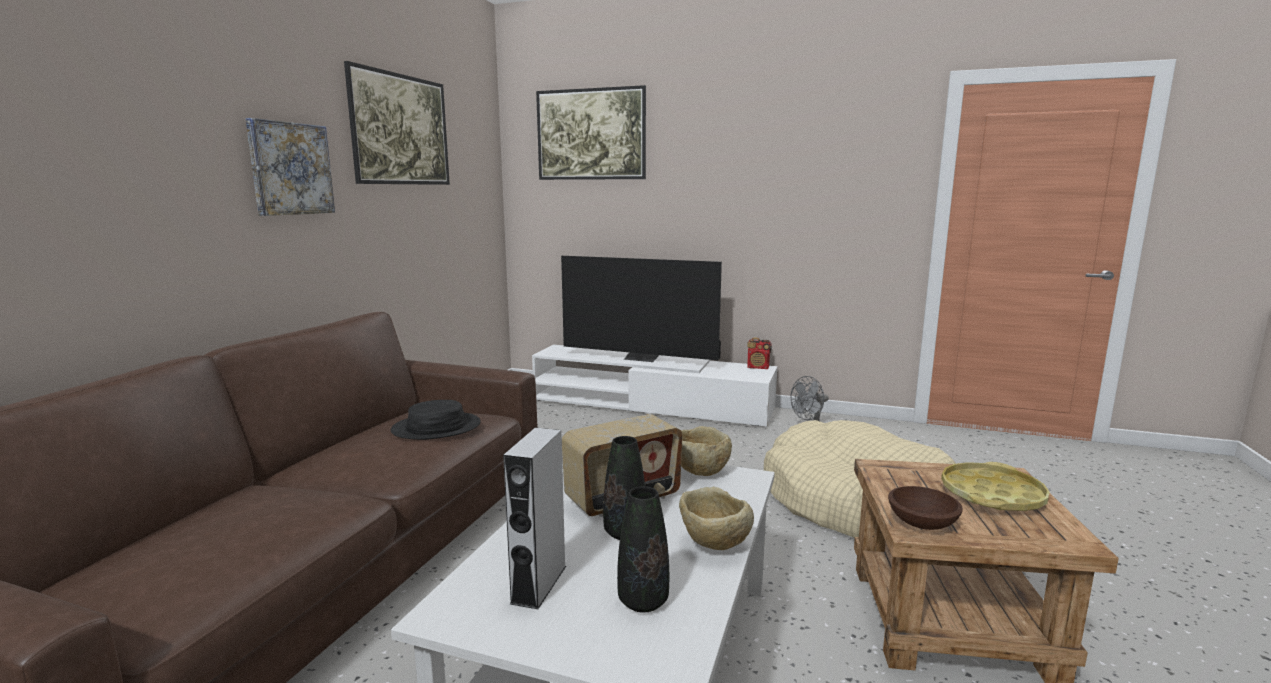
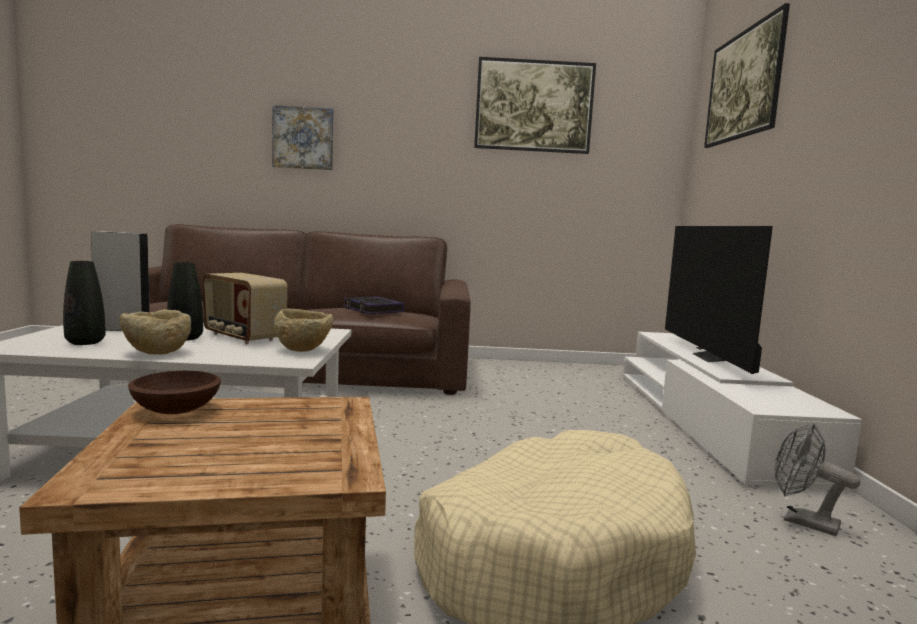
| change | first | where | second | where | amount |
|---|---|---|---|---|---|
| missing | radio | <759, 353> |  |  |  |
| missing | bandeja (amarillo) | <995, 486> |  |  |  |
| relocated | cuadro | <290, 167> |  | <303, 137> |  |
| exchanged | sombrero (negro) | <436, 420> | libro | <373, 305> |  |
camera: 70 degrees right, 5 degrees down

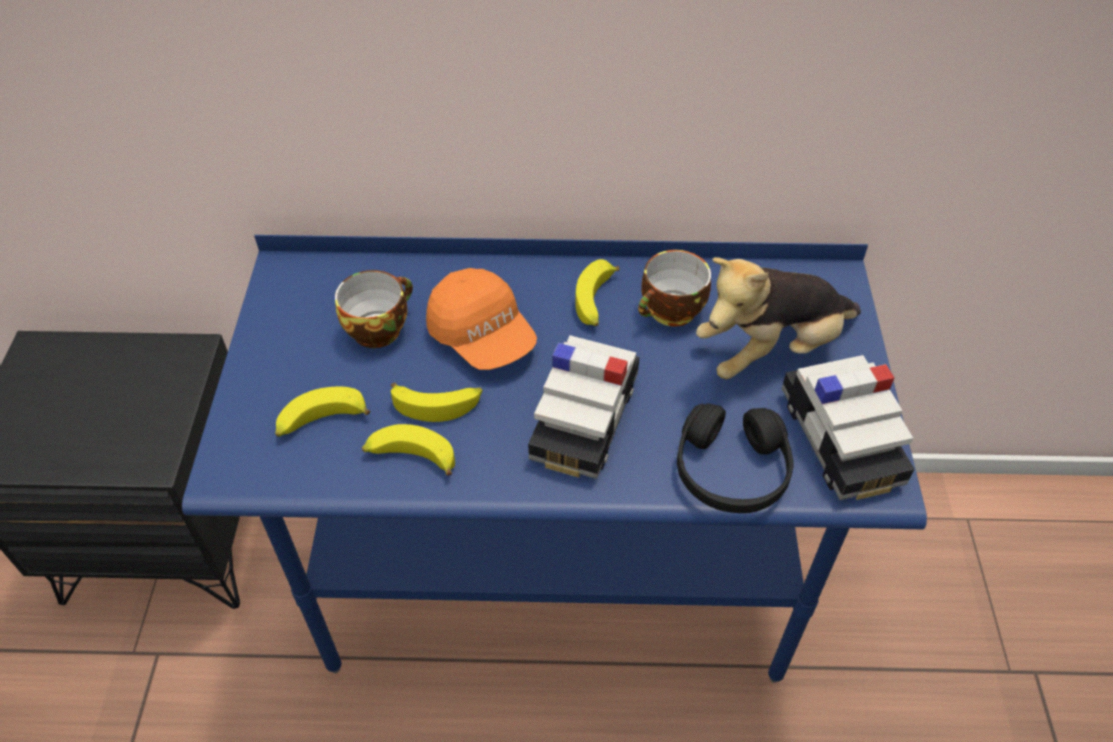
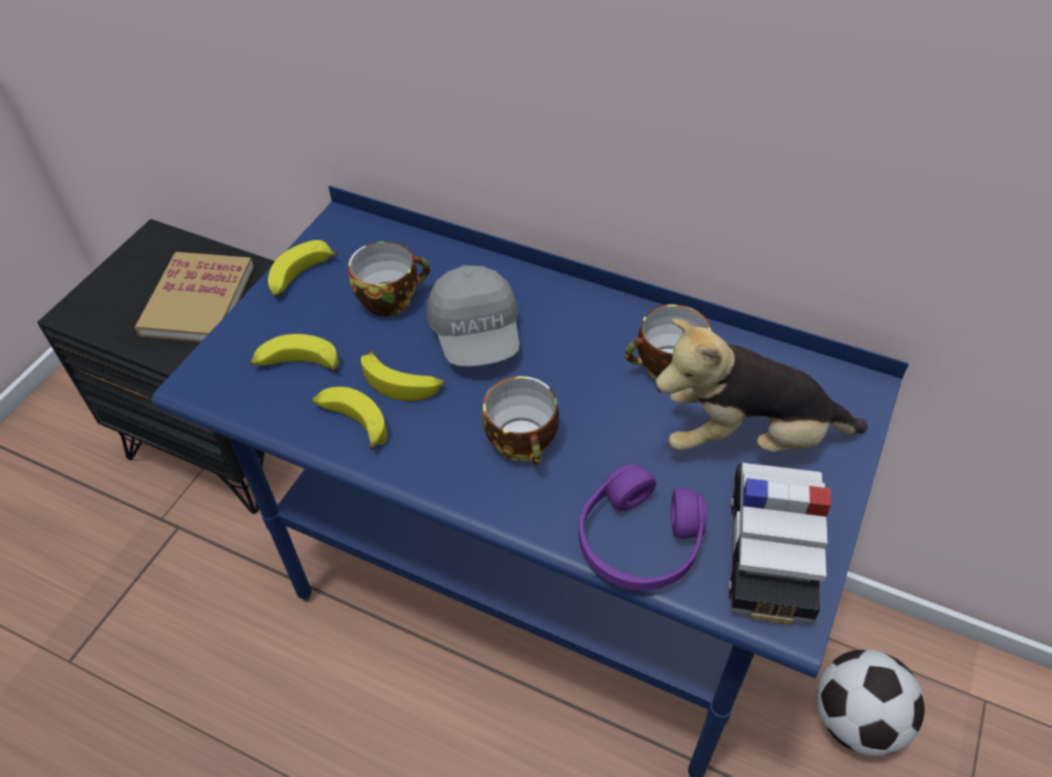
| change | first | where | second | where | amount |
|---|---|---|---|---|---|
| appeared |  |  | libro | <194, 297> |  |
| appeared |  |  | balón de fútbol | <871, 702> |  |
| relocated | plátano | <597, 292> |  | <302, 268> |  |
| exchanged | coche de juguete | <583, 407> | taza | <520, 420> |  |
| colour | gorra (naranja) | <481, 319> | gorra (gris) | <472, 316> |  |
| colour | auriculares (negro) | <735, 458> | auriculares (morado) | <643, 528> |  |
camera: 25 degrees right, 0 degrees up

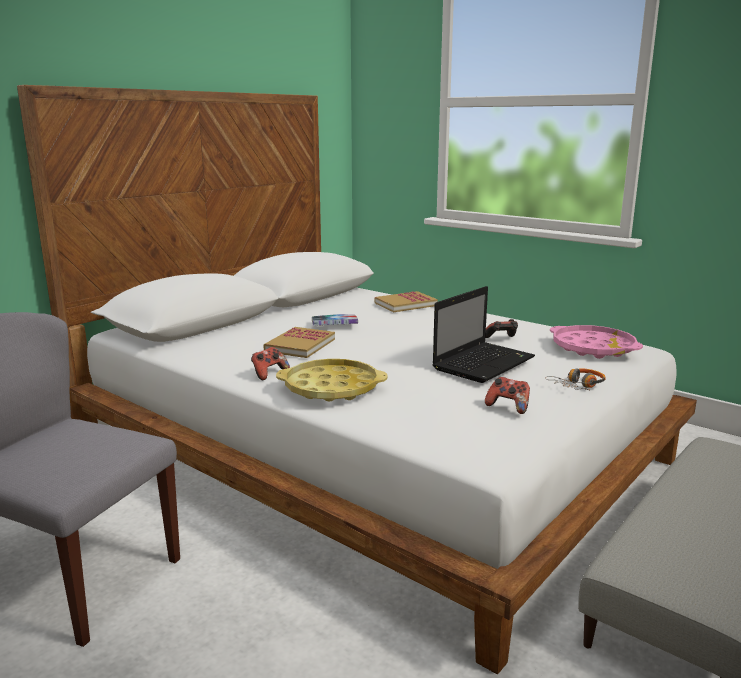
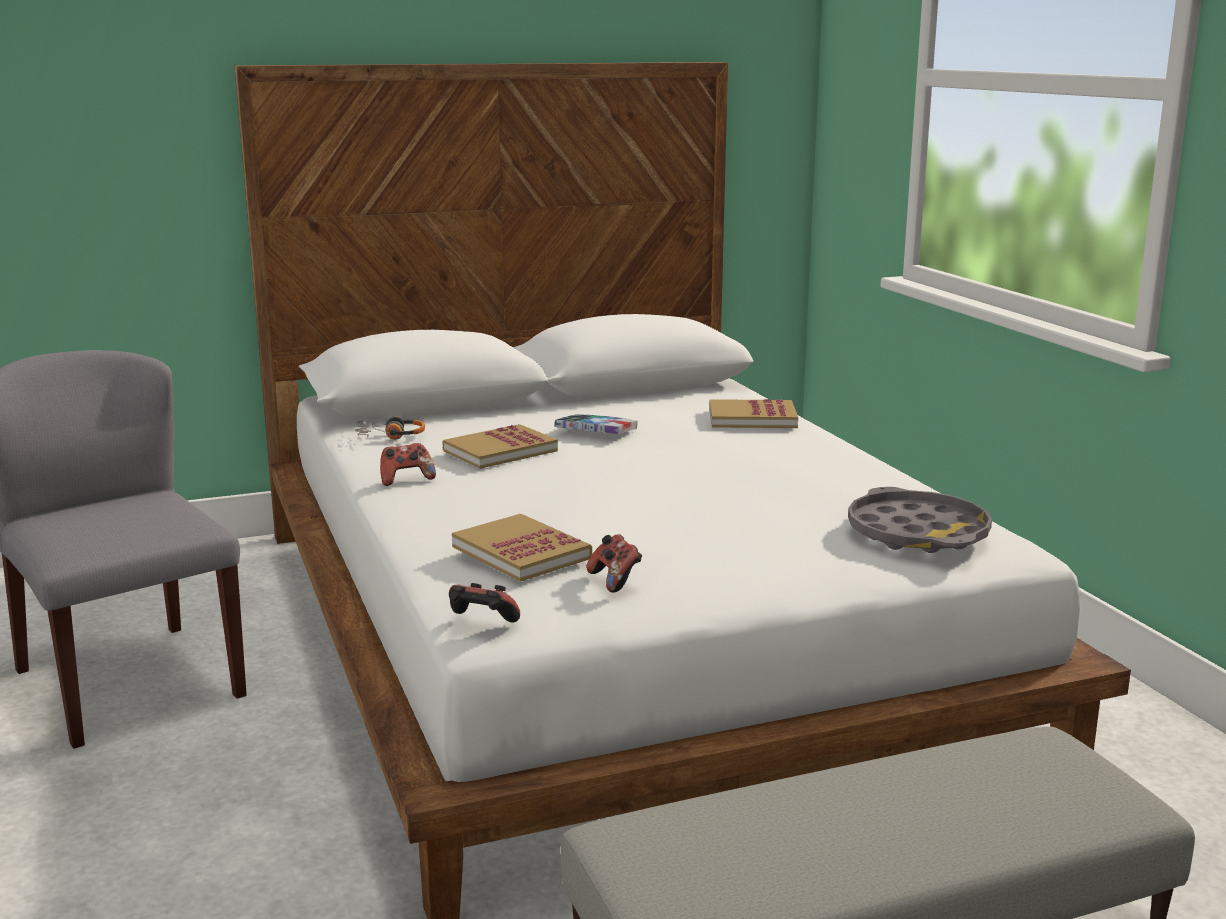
| change | first | where | second | where | amount |
|---|---|---|---|---|---|
| missing | bandeja (amarillo) | <331, 380> |  |  |  |
| missing | portátil | <483, 334> |  |  |  |
| appeared |  |  | libro | <522, 548> |  |
| relocated | mando de consola | <501, 328> |  | <484, 602> |  |
| relocated | auriculares | <575, 379> |  | <390, 428> |  |
| colour | bandeja (rosa) | <596, 342> | bandeja (gris) | <920, 520> |  |
camera: 30 degrees right, 0 degrees up

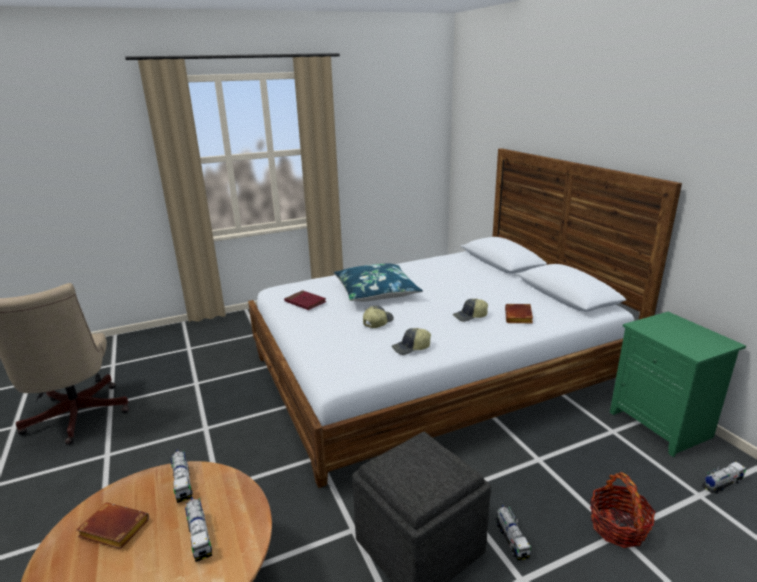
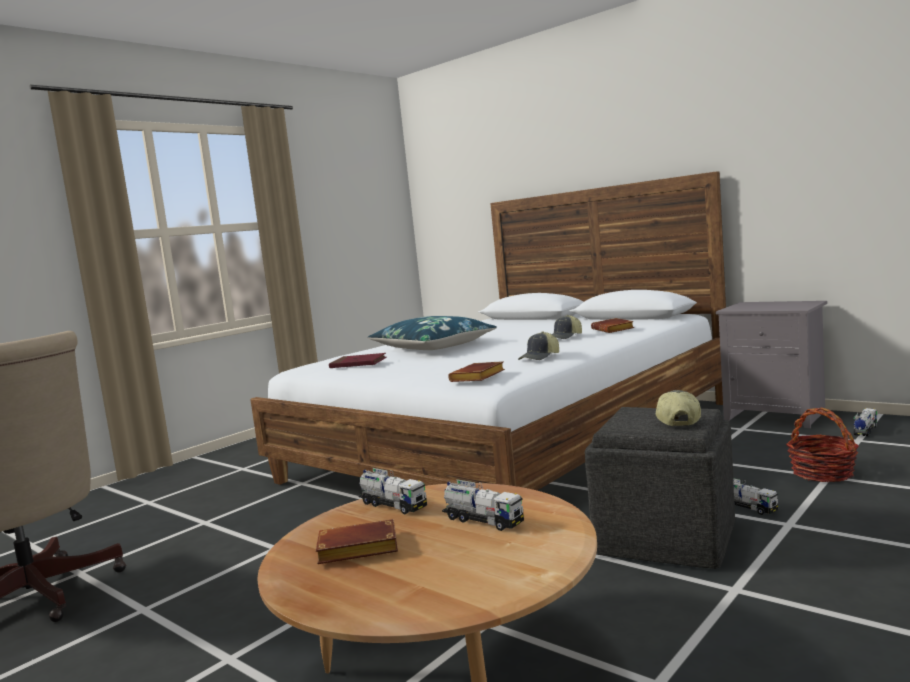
| change | first | where | second | where | amount |
|---|---|---|---|---|---|
| appeared |  |  | libro (marrón) | <476, 371> |  |
| relocated | gorra | <378, 317> |  | <678, 408> |  |
| colour | mesita de noche (verde) | <678, 384> | mesita de noche (gris) | <771, 364> |  |
camera: 25 degrees left, 15 degrees down

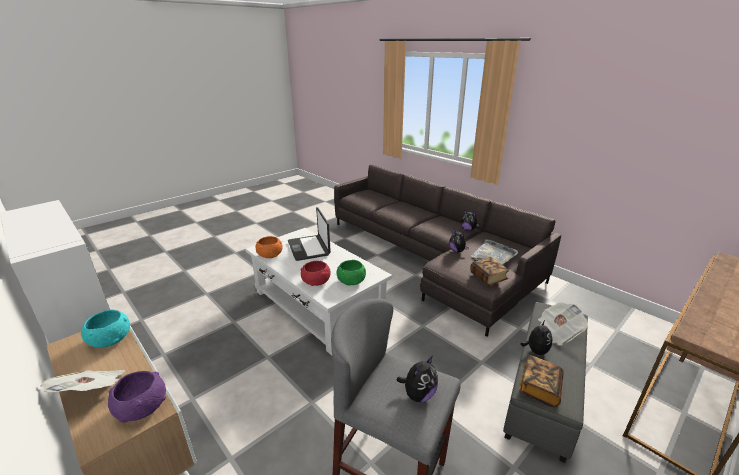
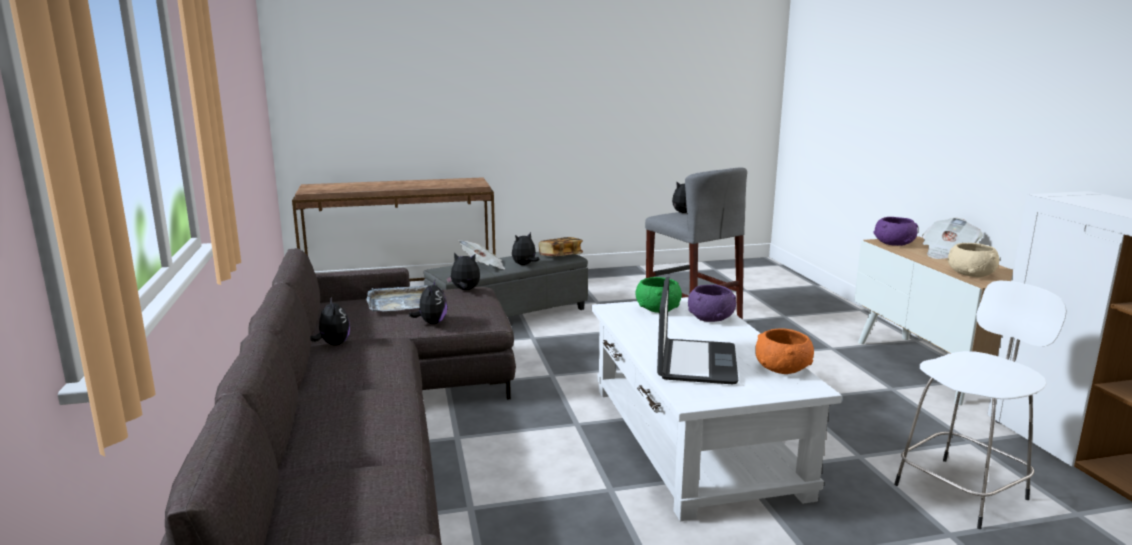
| change | first | where | second | where | amount |
|---|---|---|---|---|---|
| appeared |  |  | taburete (blanco) | <980, 405> |  |
| exchanged | libro | <489, 271> | peluche | <463, 271> |  |
| colour | cuenco (turquesa) | <105, 329> | cuenco (beis) | <973, 260> |  |
| colour | cuenco (rojo) | <315, 273> | cuenco (morado) | <712, 303> |  |
camera: 150 degrees left, 10 degrees down

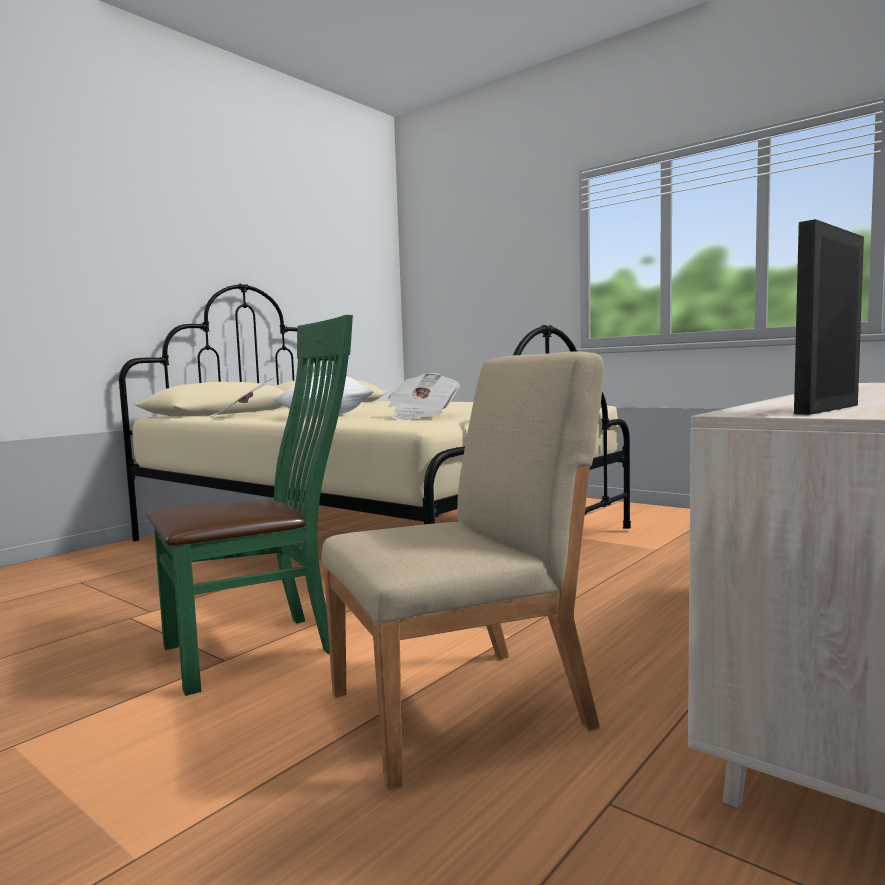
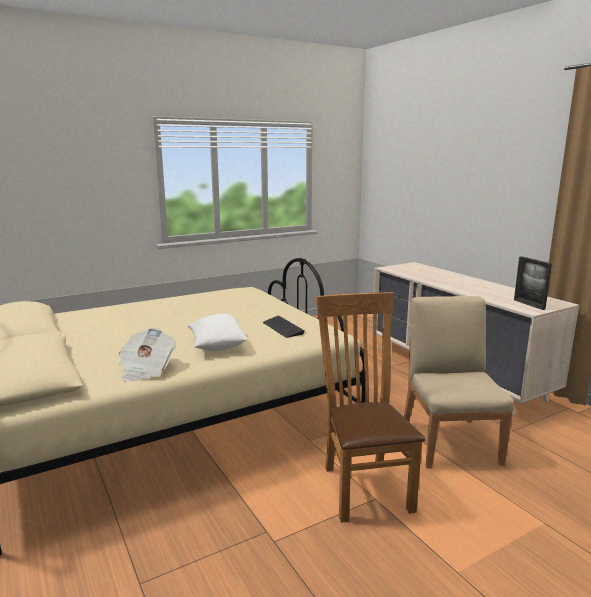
| change | first | where | second | where | amount |
|---|---|---|---|---|---|
| exchanged | periódico | <424, 396> | teclado | <284, 327> |  |
| colour | silla (verde) | <250, 505> | silla (marrón) | <370, 407> |  |
camera: 70 degrees left, 10 degrees up

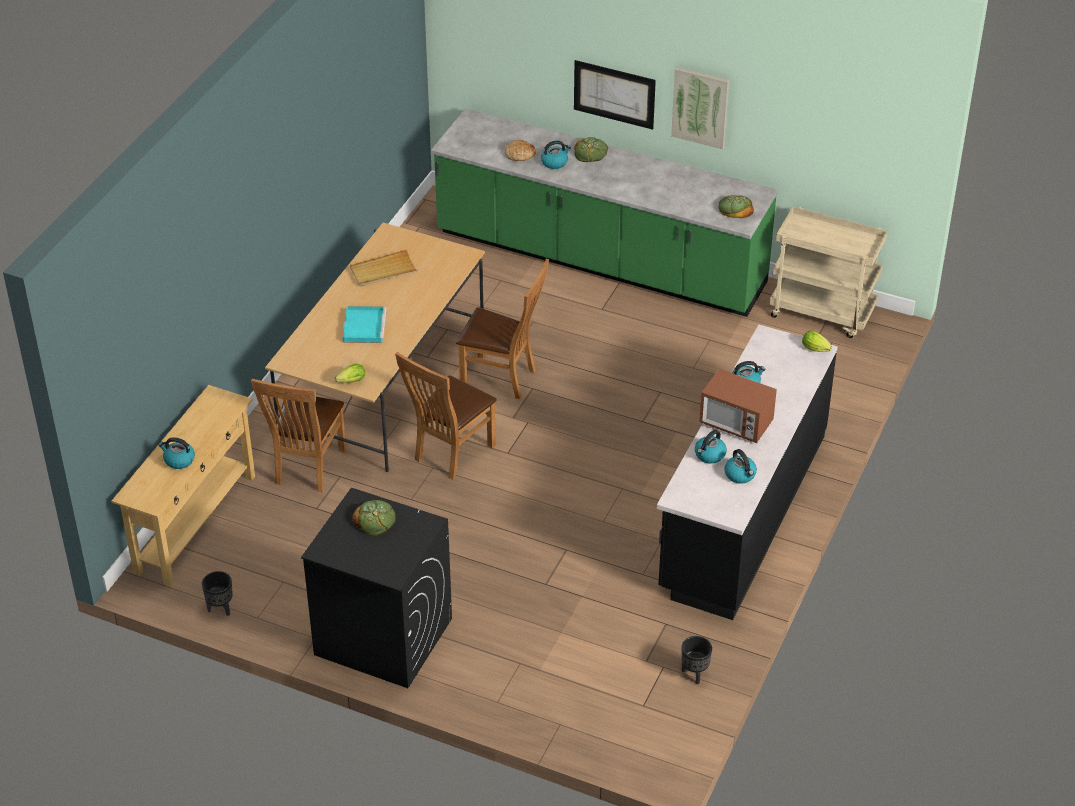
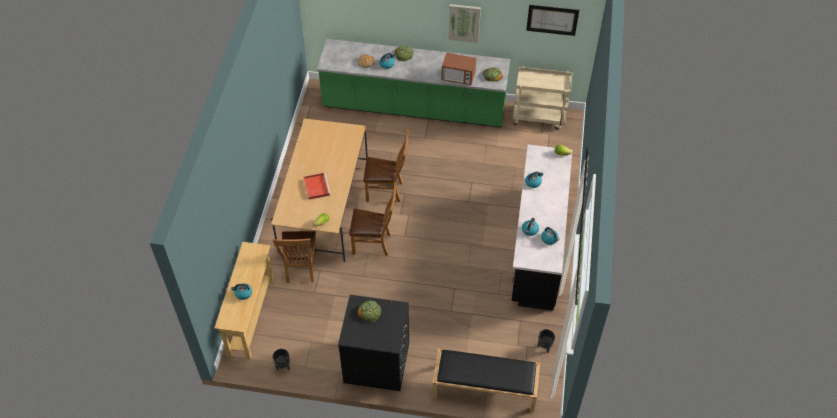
| change | first | where | second | where | amount |
|---|---|---|---|---|---|
| missing | bandeja (beis) | <384, 268> |  |  |  |
| appeared |  |  | banco (negro) | <486, 380> |  |
| relocated | cuadro | <615, 95> |  | <552, 20> |  |
| relocated | microondas | <738, 406> |  | <458, 68> |  |
| colour | bandeja (turquesa) | <365, 324> | bandeja (rojo) | <317, 186> |  |
| spun | silla (marrón) | <446, 416> |  | <372, 219> | 105 degrees counterclockwise |
camera: 15 degrees left, 10 degrees up

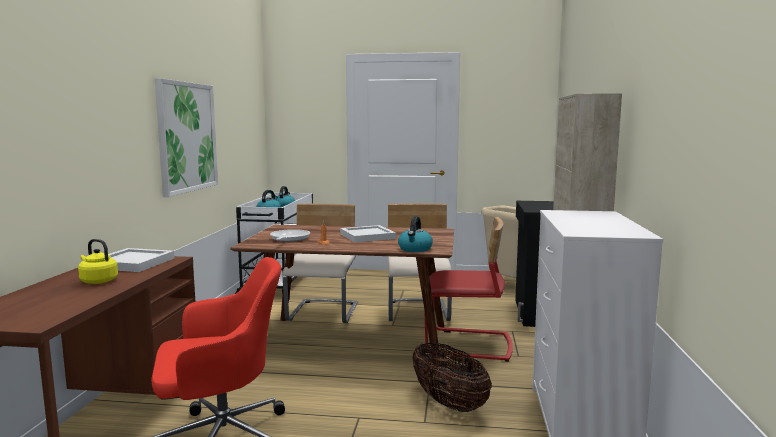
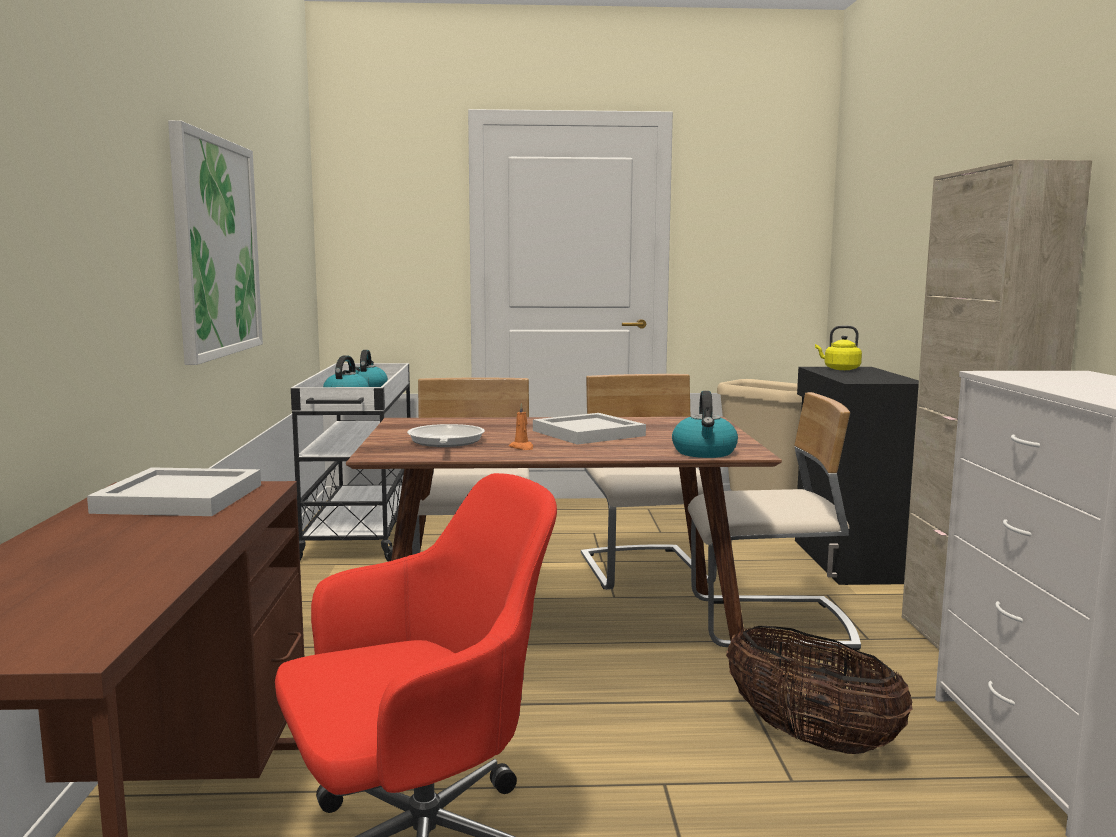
| change | first | where | second | where | amount |
|---|---|---|---|---|---|
| relocated | hervidor (amarillo) | <98, 261> |  | <838, 347> |  |
| colour | silla (rojo) | <468, 289> | silla (beis) | <774, 521> |  |
camera: 10 degrees left, 0 degrees up

